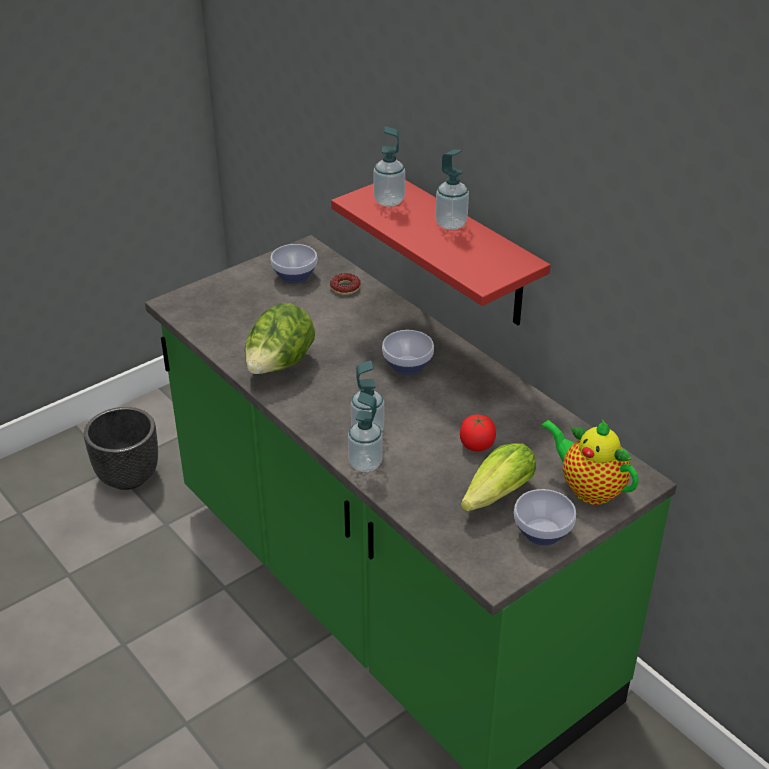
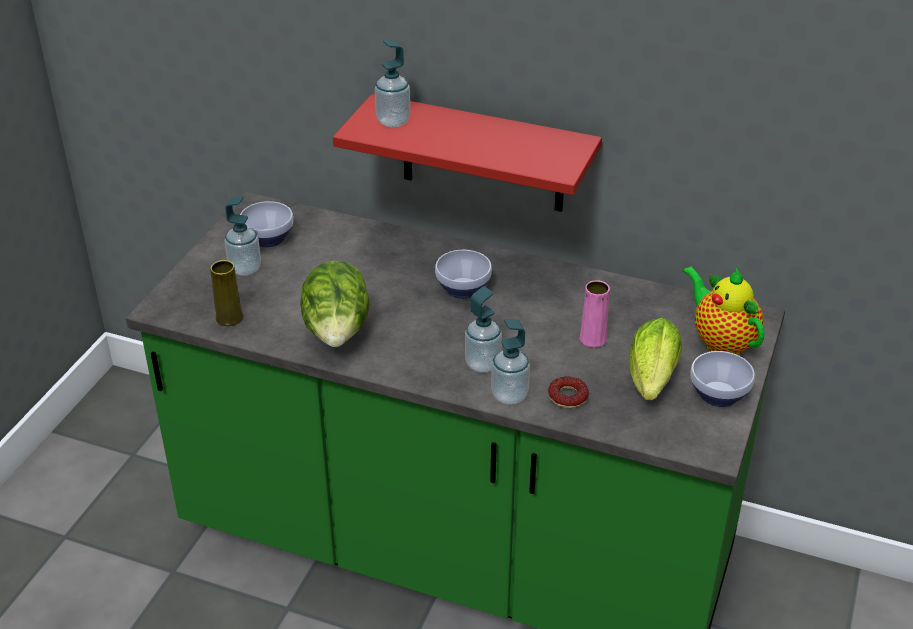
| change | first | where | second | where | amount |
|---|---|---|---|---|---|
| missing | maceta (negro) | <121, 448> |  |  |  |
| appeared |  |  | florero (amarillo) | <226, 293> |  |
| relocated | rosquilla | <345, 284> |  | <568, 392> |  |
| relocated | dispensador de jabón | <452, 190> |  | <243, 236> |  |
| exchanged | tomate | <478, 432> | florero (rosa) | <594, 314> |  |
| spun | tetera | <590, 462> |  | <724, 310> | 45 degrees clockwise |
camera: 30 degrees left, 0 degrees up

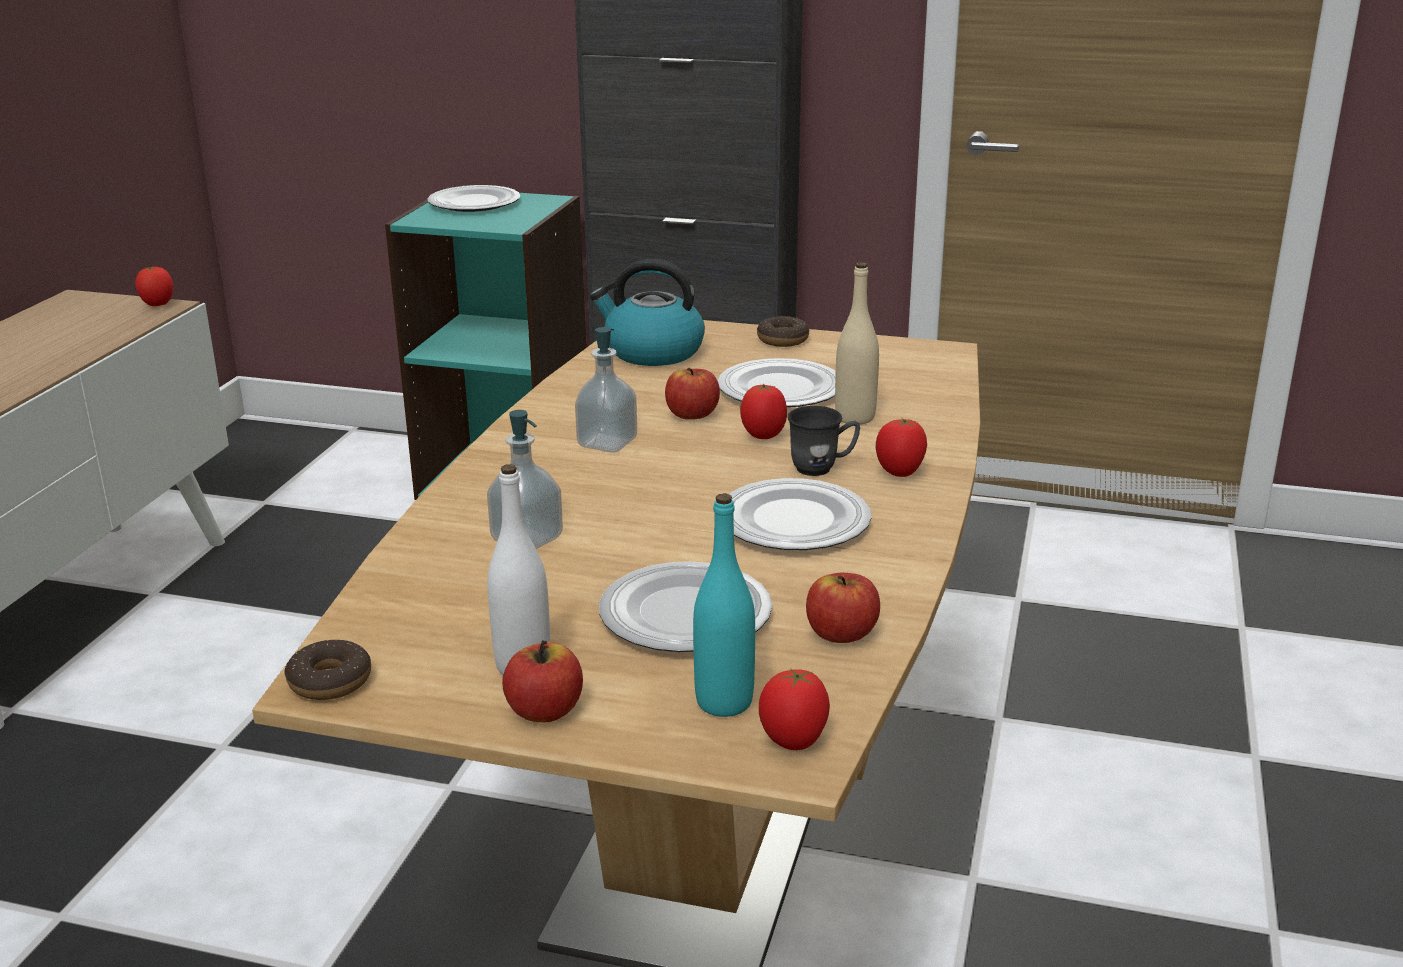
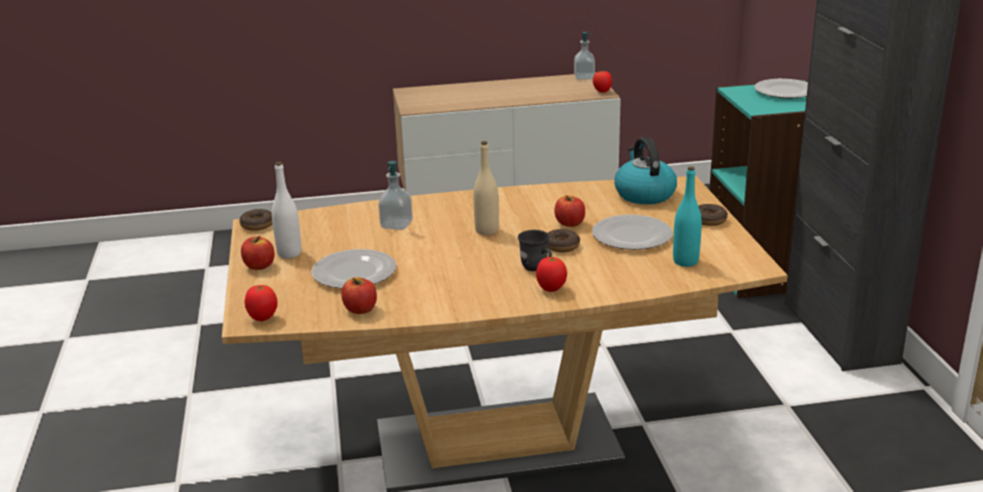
| change | first | where | second | where | amount |
|---|---|---|---|---|---|
| missing | plato | <800, 514> |  |  |  |
| relocated | dispensador de jabón | <606, 389> |  | <584, 56> |  |
| relocated | botella (turquesa) | <724, 605> |  | <687, 216> |  |
| relocated | botella (beis) | <857, 343> |  | <486, 188> |  |
| exchanged | tomate | <763, 411> | rosquilla | <564, 240> |  |
camera: 65 degrees right, 0 degrees up

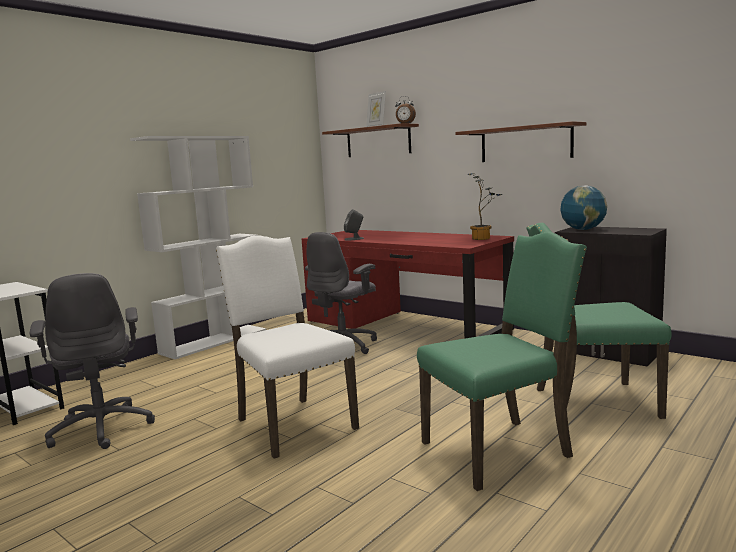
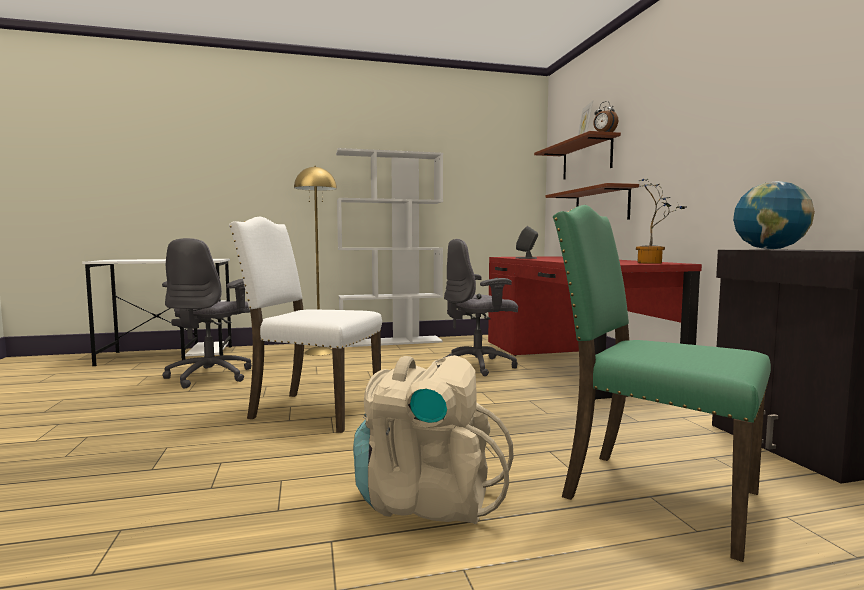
| change | first | where | second | where | amount |
|---|---|---|---|---|---|
| appeared |  |  | lámpara de pie (amarillo) | <315, 260> |  |
| relocated | estante (marrón) | <521, 141> |  | <592, 201> |  |
| exchanged | silla (verde) | <502, 361> | mochila (beis) | <433, 439> |  |
| spun | silla (blanco) | <287, 347> |  | <305, 324> | 75 degrees counterclockwise |
camera: 35 degrees right, 5 degrees down

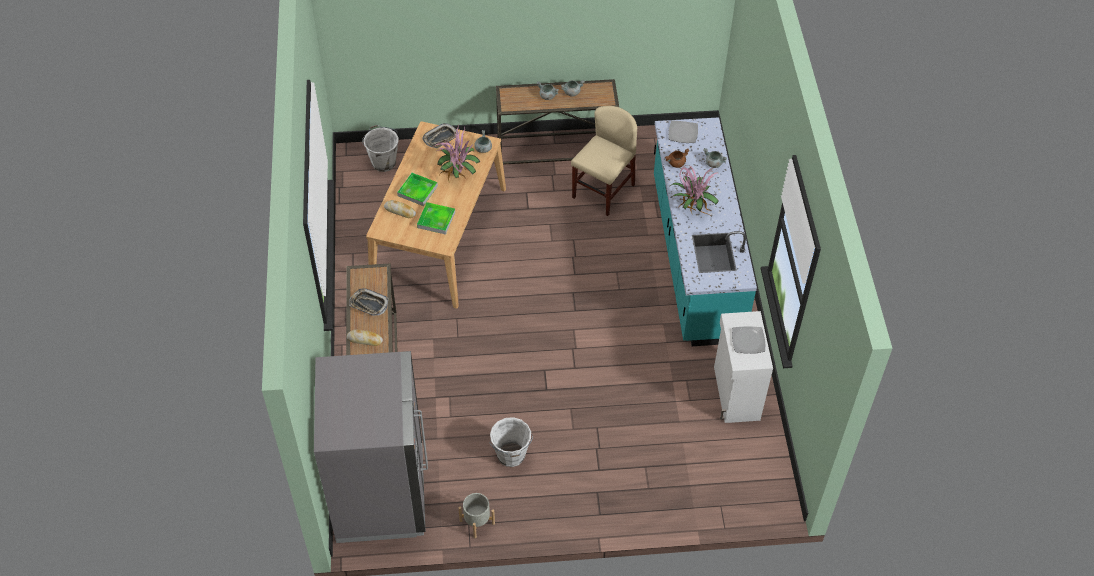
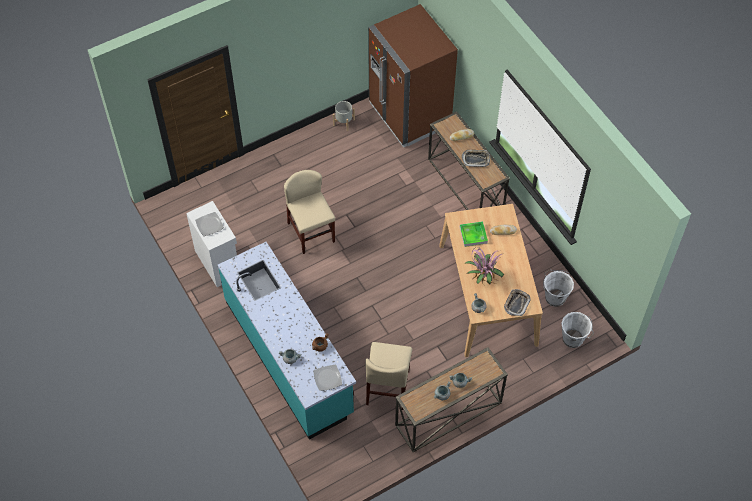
| change | first | where | second | where | amount |
|---|---|---|---|---|---|
| missing | bandeja | <417, 189> |  |  |  |
| missing | planta en maceta | <695, 190> |  |  |  |
| appeared |  |  | silla (beis) | <309, 212> |  |
| relocated | cubo (blanco) | <511, 442> |  | <558, 288> |  |
| colour | nevera (gris) | <371, 447> | nevera (marrón) | <413, 76> |  |
camera: 155 degrees right, 5 degrees up

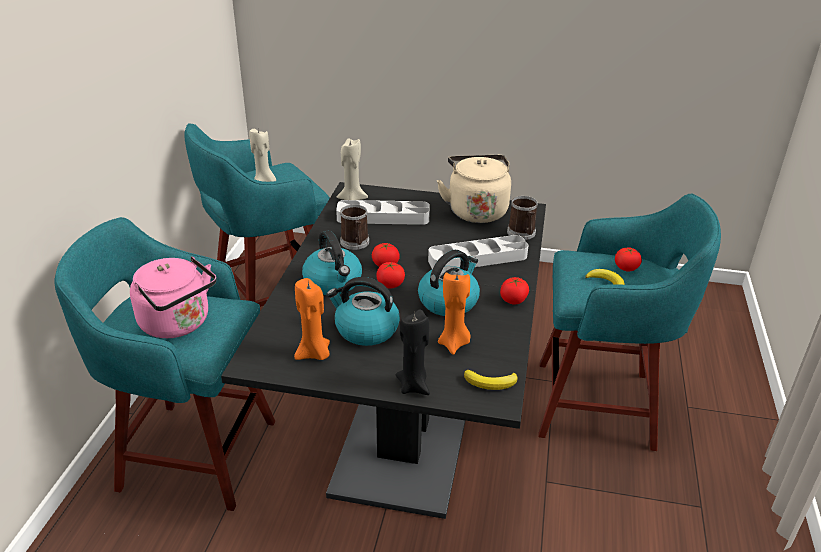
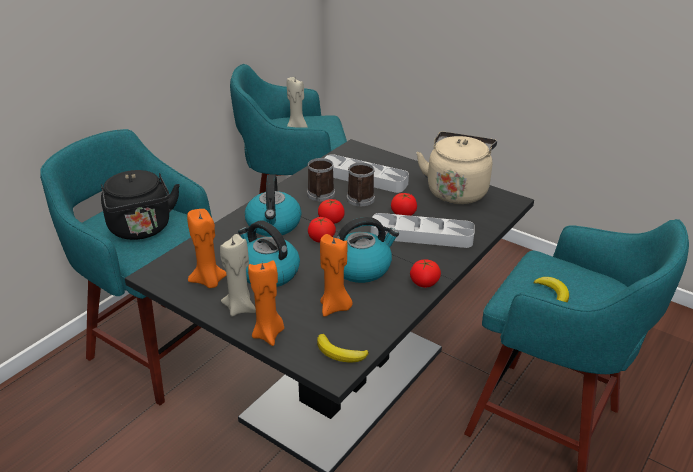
| change | first | where | second | where | amount |
|---|---|---|---|---|---|
| relocated | vela (beis) | <352, 169> |  | <238, 275> |  |
| relocated | taza grande | <522, 218> |  | <361, 184> |  |
| relocated | tomate | <628, 260> |  | <404, 204> |  |
| colour | hervidor (rosa) | <173, 297> | hervidor (negro) | <140, 205> |  |
| colour | vela (negro) | <413, 352> | vela (naranja) | <266, 303> |  |
camera: 25 degrees right, 0 degrees up

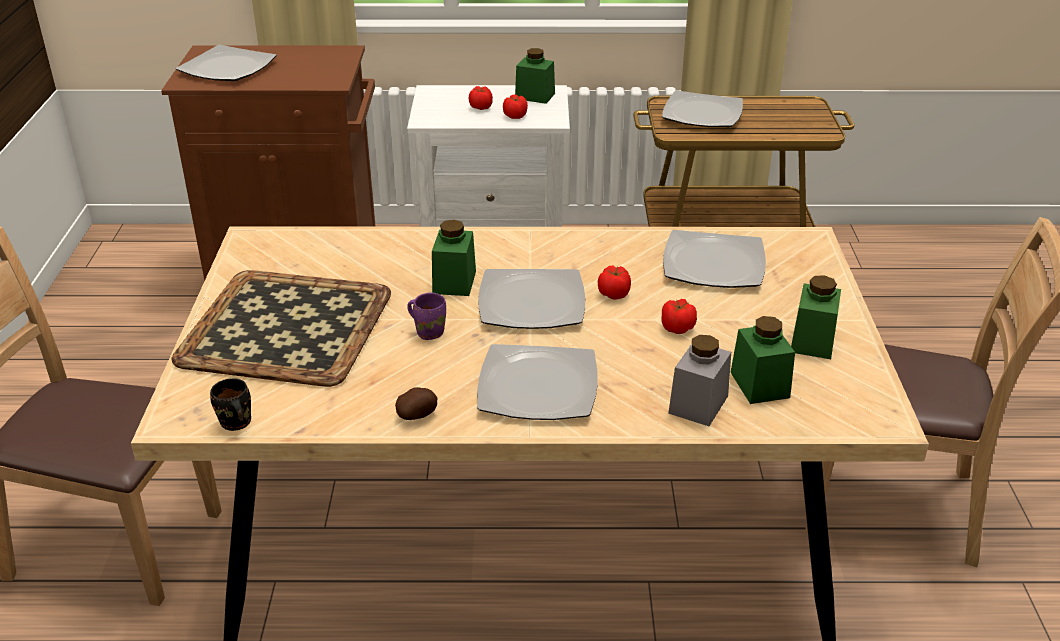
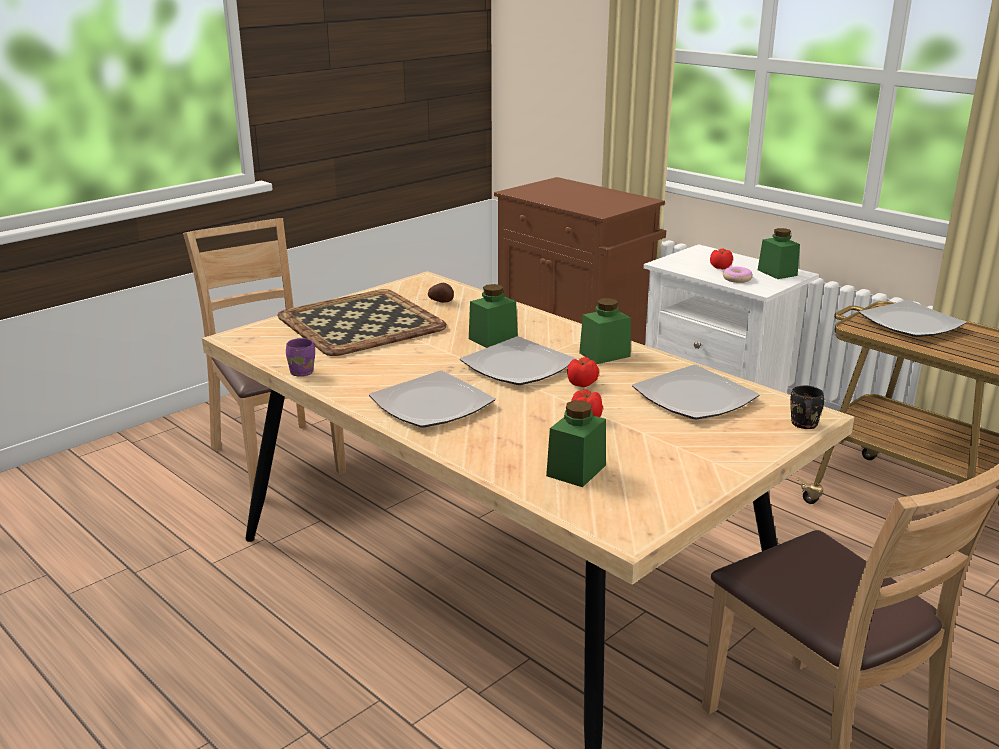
| change | first | where | second | where | amount |
|---|---|---|---|---|---|
| missing | plato | <226, 63> |  |  |  |
| missing | tarro (gris) | <699, 380> |  |  |  |
| relocated | taza grande (negro) | <230, 404> |  | <807, 407> |  |
| relocated | patata | <416, 403> |  | <441, 293> |  |
| relocated | taza grande (morado) | <426, 316> |  | <300, 357> |  |
| relocated | tarro (verde) | <816, 317> |  | <605, 331> |  |
| exchanged | tomate | <515, 106> | rosquilla | <738, 275> |  |
camera: 45 degrees right, 10 degrees down

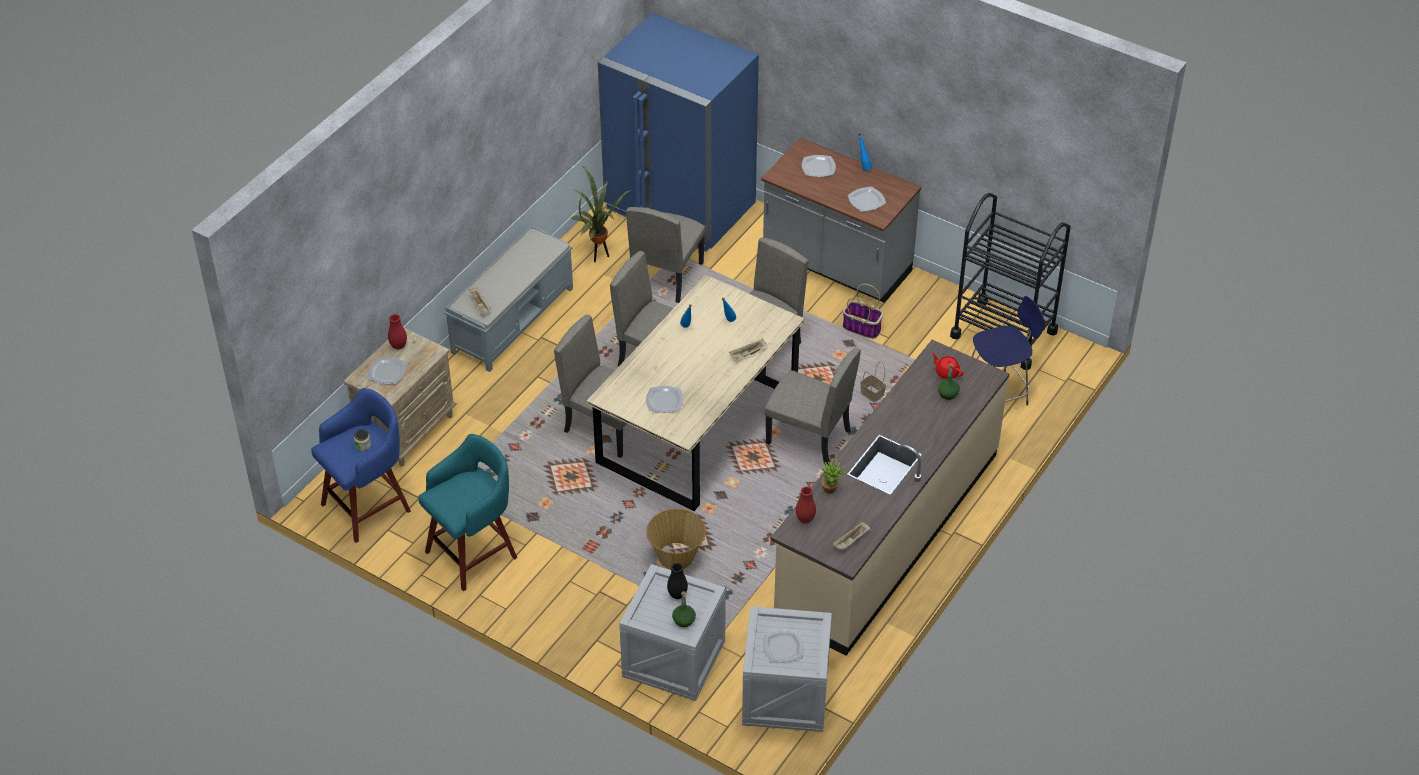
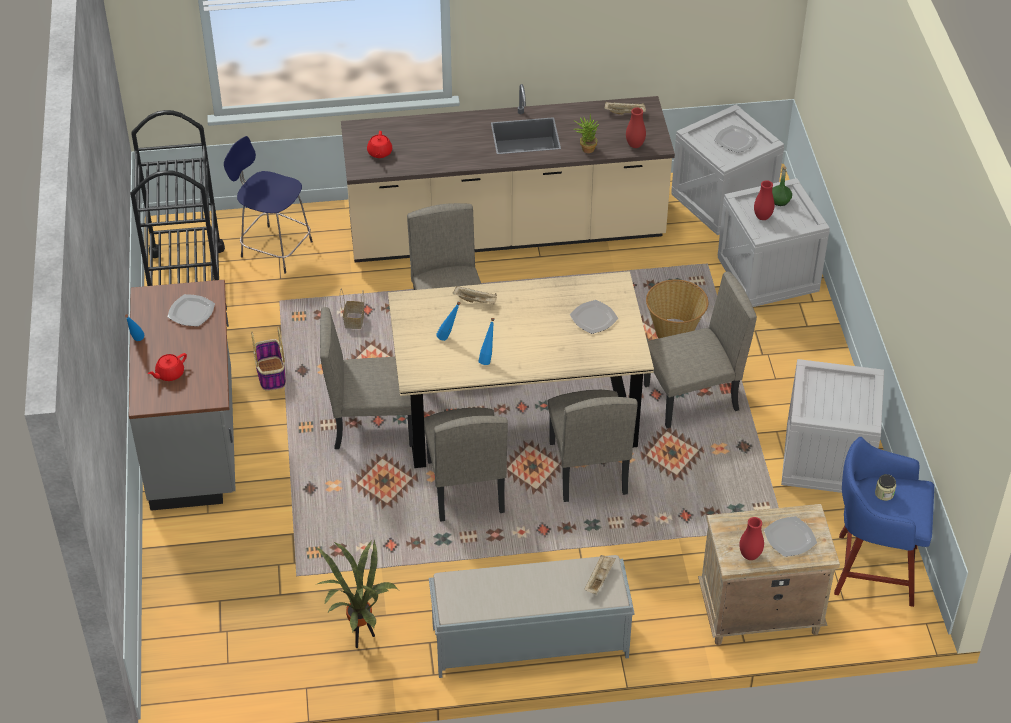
| change | first | where | second | where | amount |
|---|---|---|---|---|---|
| missing | nevera (azul) | <678, 132> |  |  |  |
| missing | botella (verde) | <949, 382> |  |  |  |
| relocated | silla (beis) | <665, 255> |  | <700, 350> |  |
| exchanged | taburete (turquesa) | <467, 512> | caja de embalaje | <832, 426> |  |
| exchanged | plato | <819, 166> | tetera (rojo) | <167, 367> |  |
| colour | florero (negro) | <677, 581> | florero (rojo) | <764, 200> |  |
camera: 130 degrees left, 0 degrees up

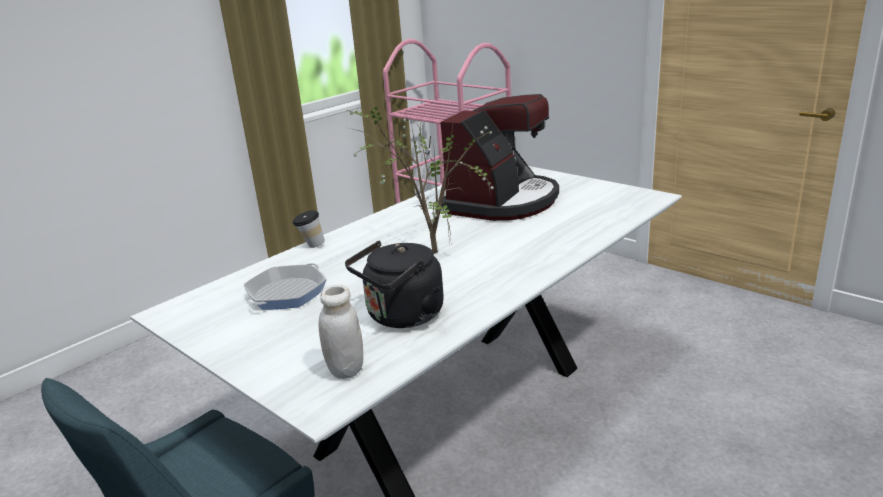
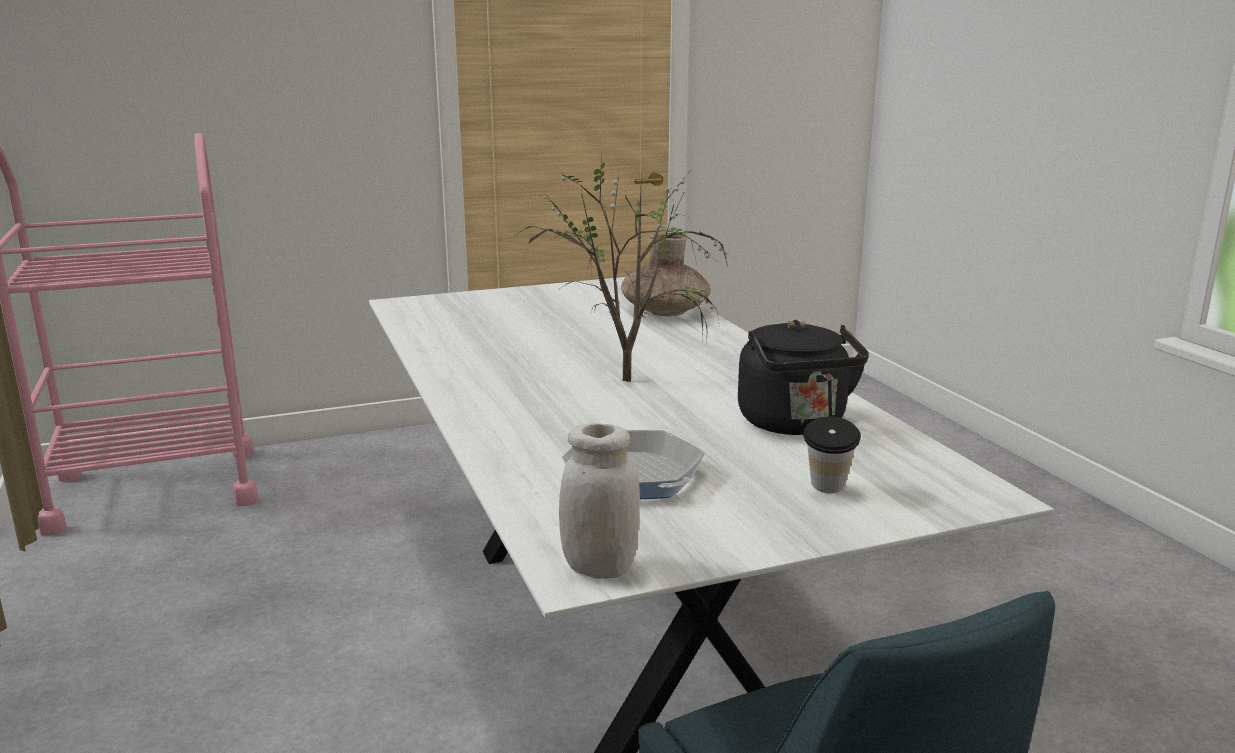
| change | first | where | second | where | amount |
|---|---|---|---|---|---|
| missing | cafetera | <499, 157> |  |  |  |
| appeared |  |  | florero (marrón) | <666, 274> |  |
| relocated | taza | <309, 229> |  | <832, 455> |  |
| relocated | tarro (blanco) | <341, 331> |  | <599, 501> |  |
camera: 65 degrees left, 5 degrees down

